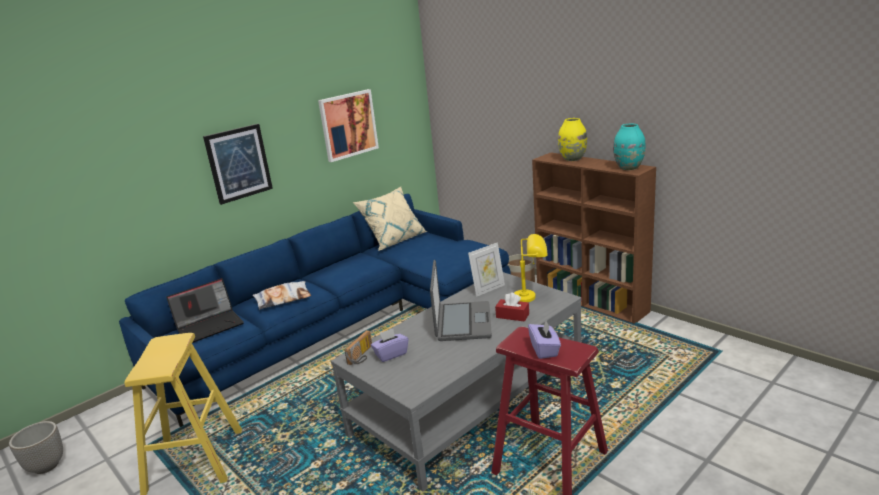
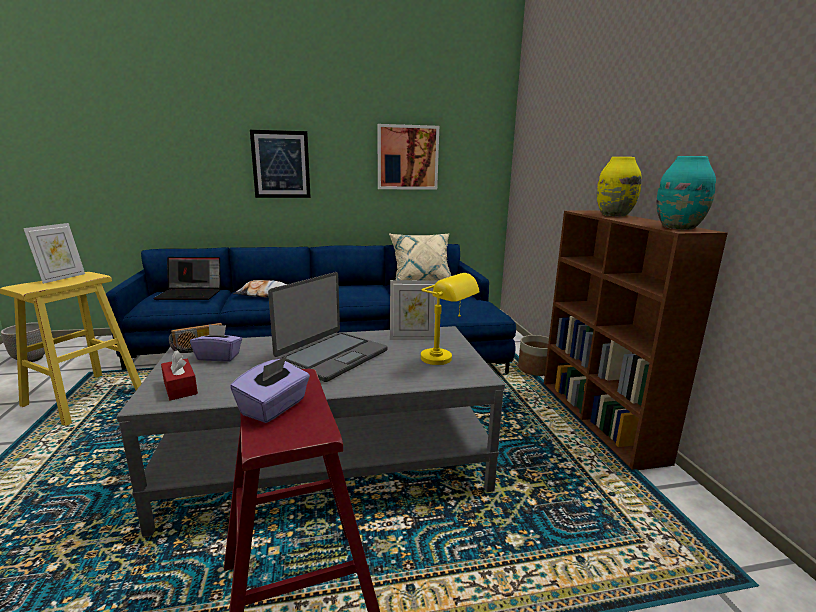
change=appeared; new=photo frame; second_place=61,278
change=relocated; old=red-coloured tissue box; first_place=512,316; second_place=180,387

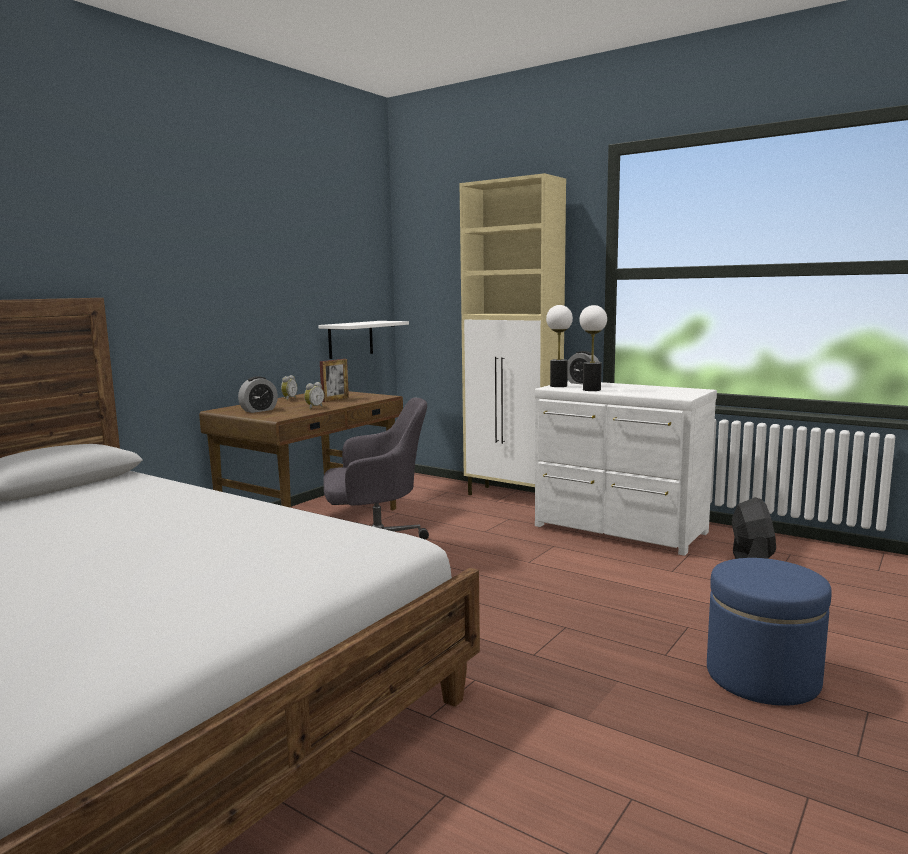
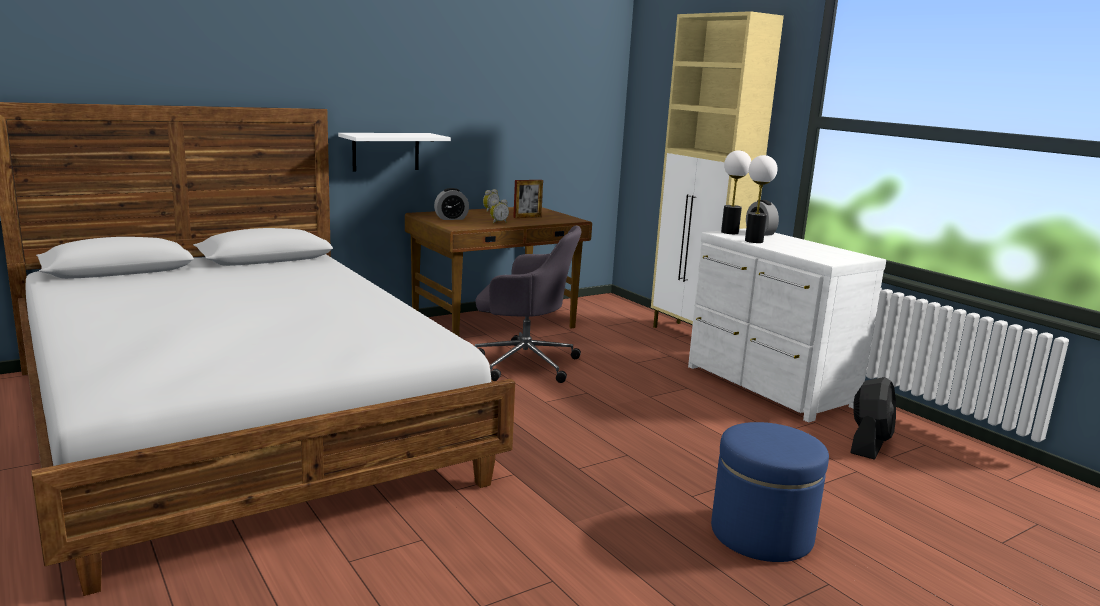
change=relocated; old=white-coloured bracket shelf; first_place=350,339; second_place=386,151

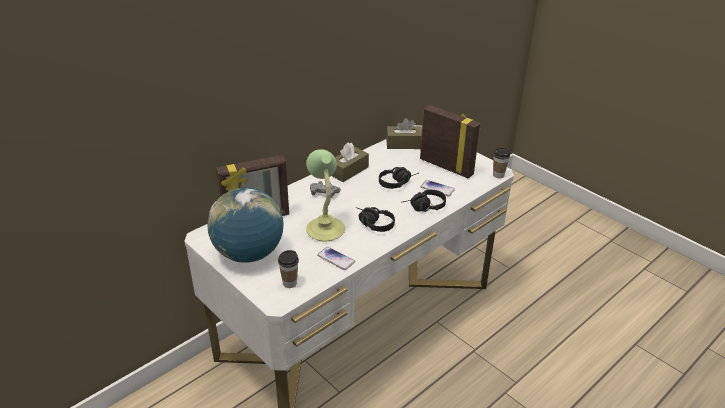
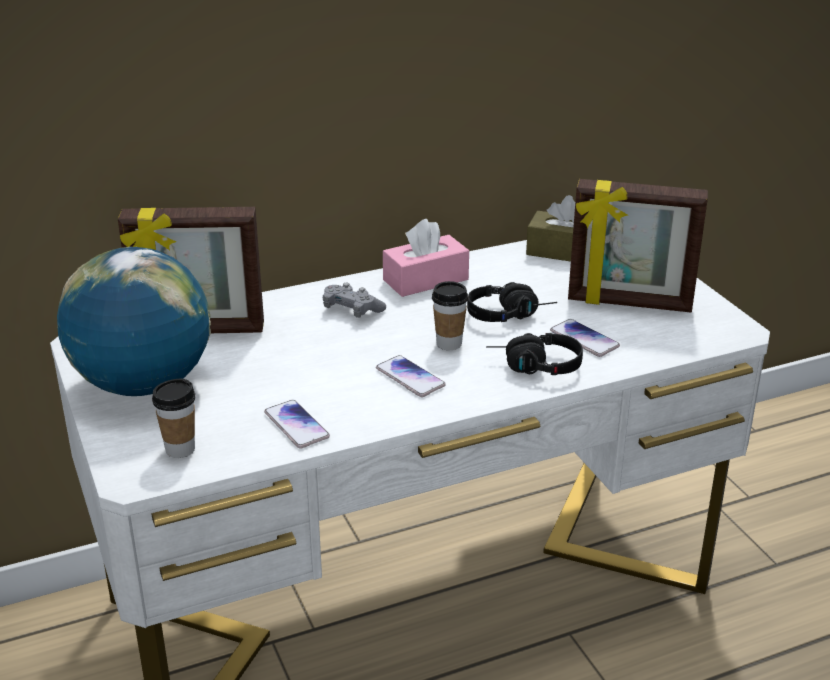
change=missing; old=table lamp; first_place=325,229
change=relocated; old=cup; first_place=498,175; second_place=449,343
change=exchanged; old=black-coloured headset; new=handset; first_place=372,224; second_place=410,377
change=colour; old=brownish tissue box; new=pink-coloured tissue box; first_place=348,171; second_place=425,280
change=spun; old=photo frame; first_place=446,166; second_place=629,303; degrees=135

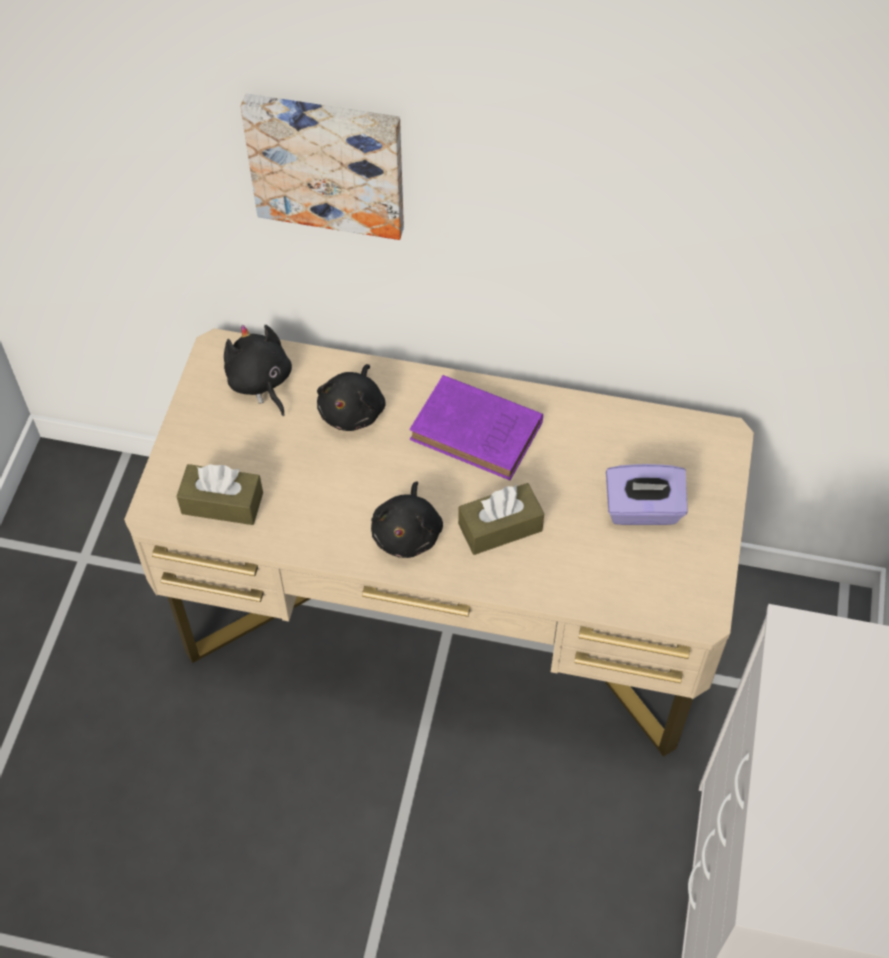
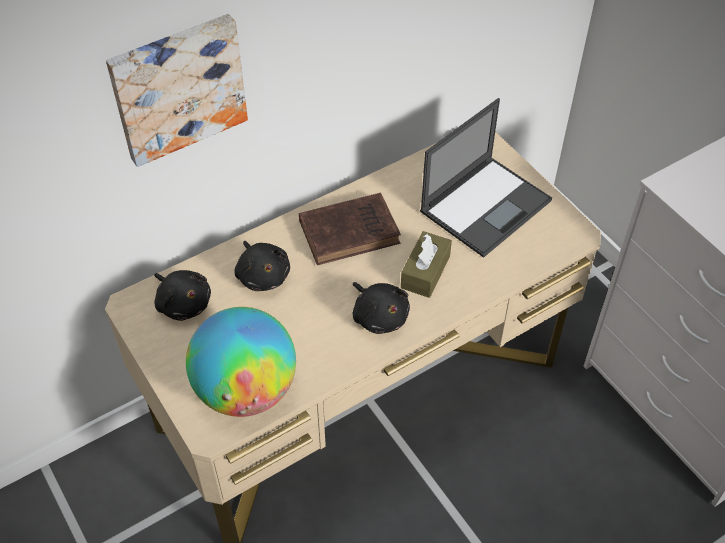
change=exchanged; old=brownish tissue box; new=world globe; first_place=222,503; second_place=246,390
change=exchanged; old=purple tissue box; new=portable computer; first_place=642,510; second_place=486,205
change=colour; old=purple bound book; new=brownish bound book; first_place=479,433; second_place=352,232
change=spun; old=black-coloured soft toy; first_place=260,383; second_place=183,303; degrees=-150

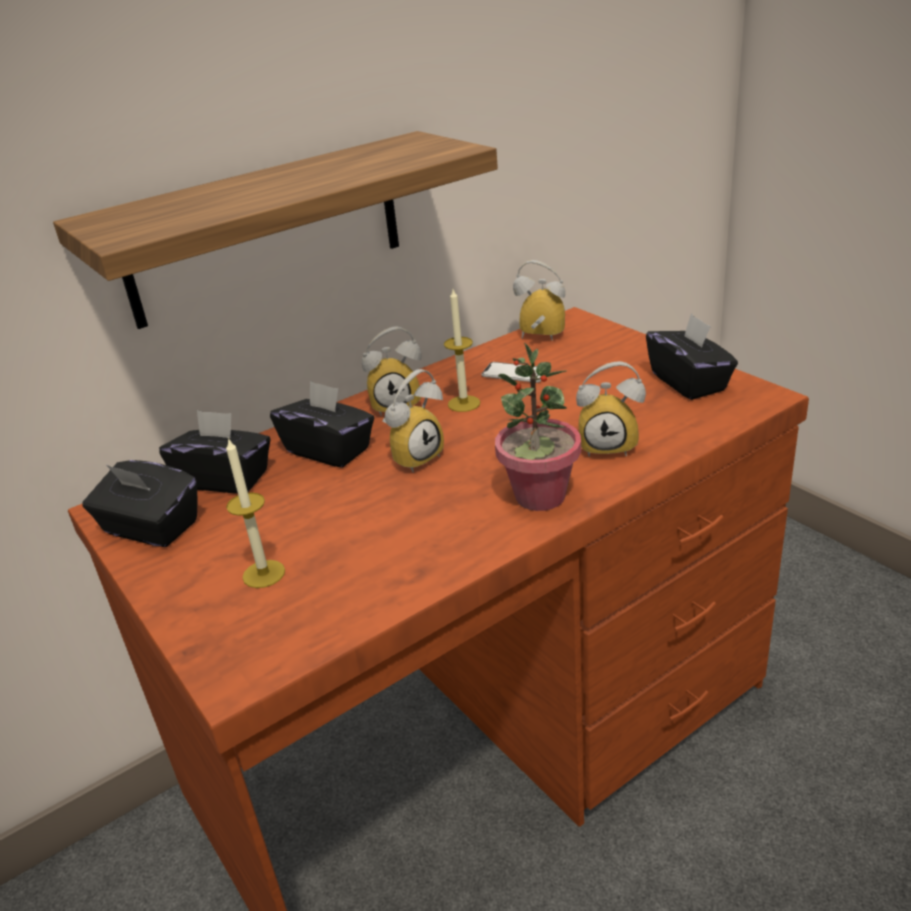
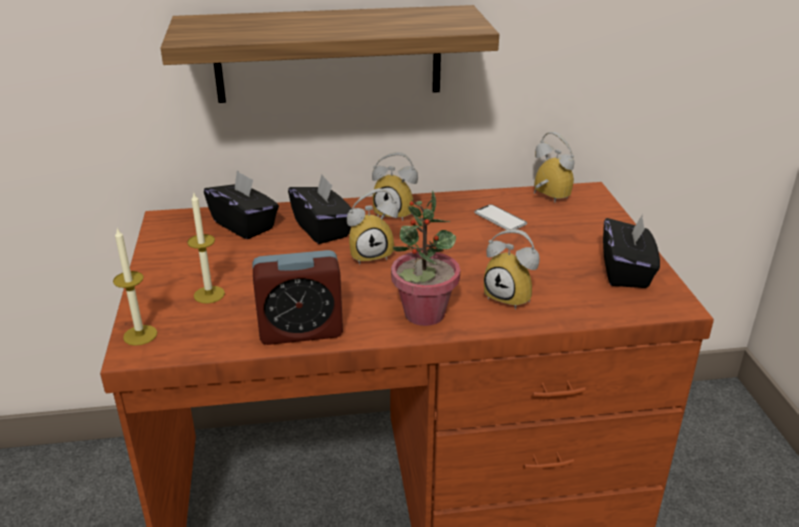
change=missing; old=black-coloured tissue box; first_place=150,528
change=appeared; new=table clock; second_place=301,331
change=relocated; old=candle; first_place=464,403; second_place=140,335

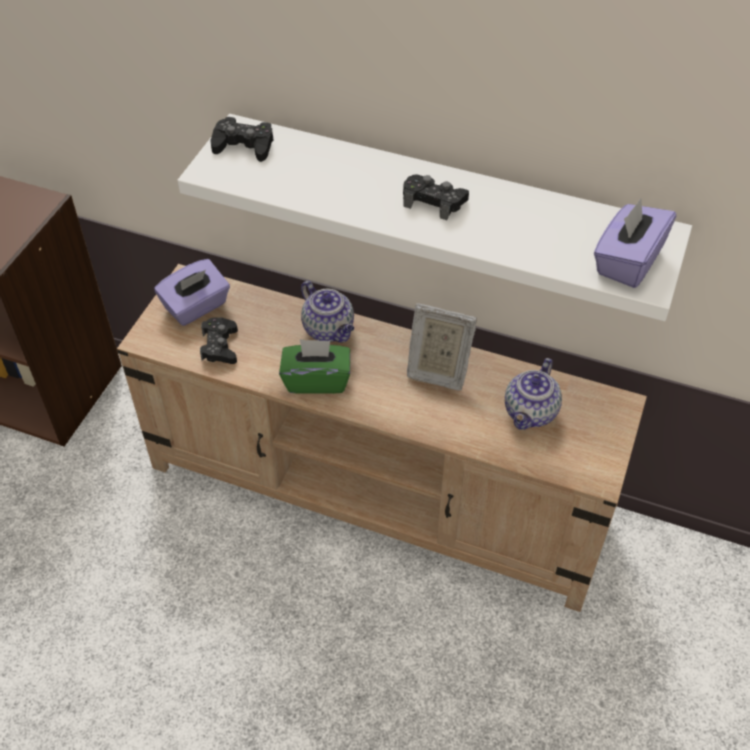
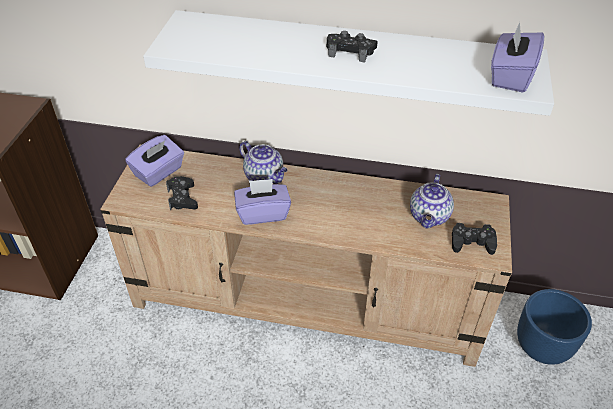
change=missing; old=photo frame; first_place=437,370
change=appeared; new=blue-coloured planter; second_place=542,348
change=relocated; old=black-coloured joypad; first_place=244,145; second_place=472,242
change=colour; old=green-coloured tissue box; new=purple tissue box; first_place=316,380; second_place=263,213

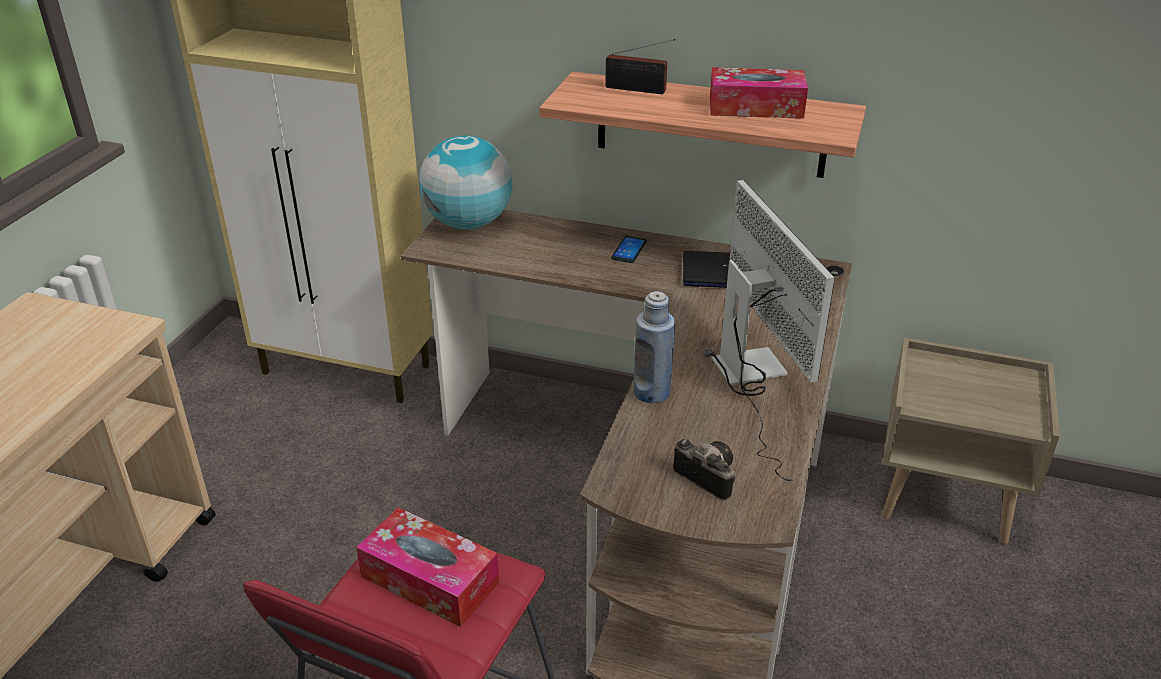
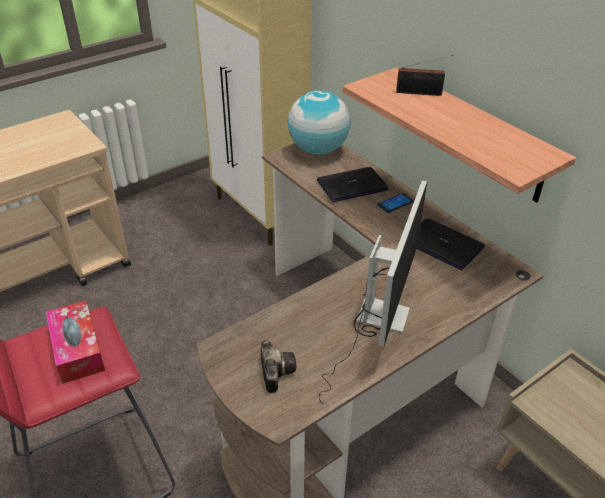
change=missing; old=blue-coloured drink bottle; first_place=651,392
change=missing; old=tissue box; first_place=755,107
change=appeared; new=portable computer; second_place=352,185
change=spun; old=radio set; first_place=638,90; second_place=421,93; degrees=-45

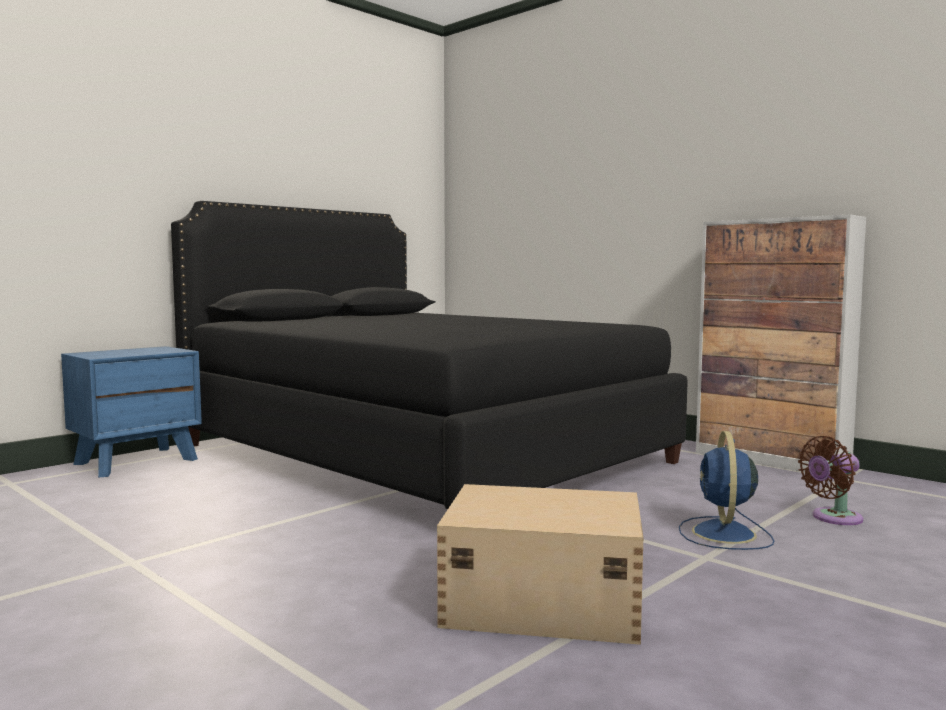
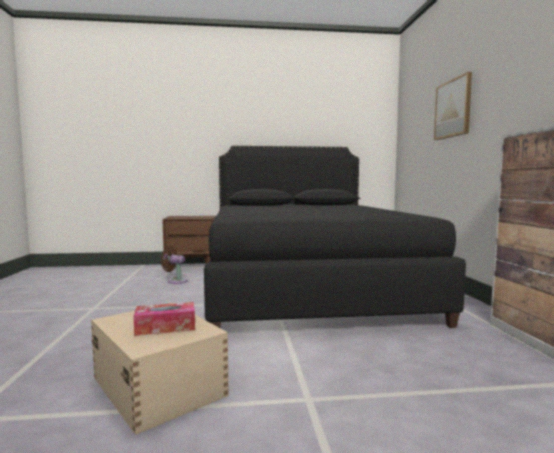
change=missing; old=blue-coloured cooling fan; first_place=724,534
change=appeared; new=tissue box; second_place=165,327
change=appeared; new=wall art; second_place=453,108
change=relocated; old=brownish cooling fan; first_place=833,518; second_place=175,281
change=colour; old=blue-coloured night table; new=brownish night table; first_place=137,461; second_place=192,267

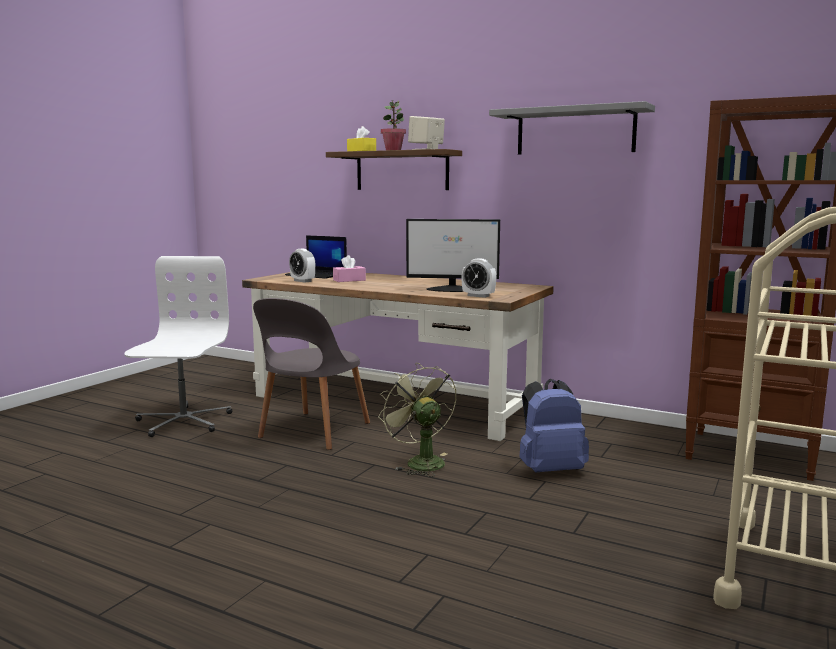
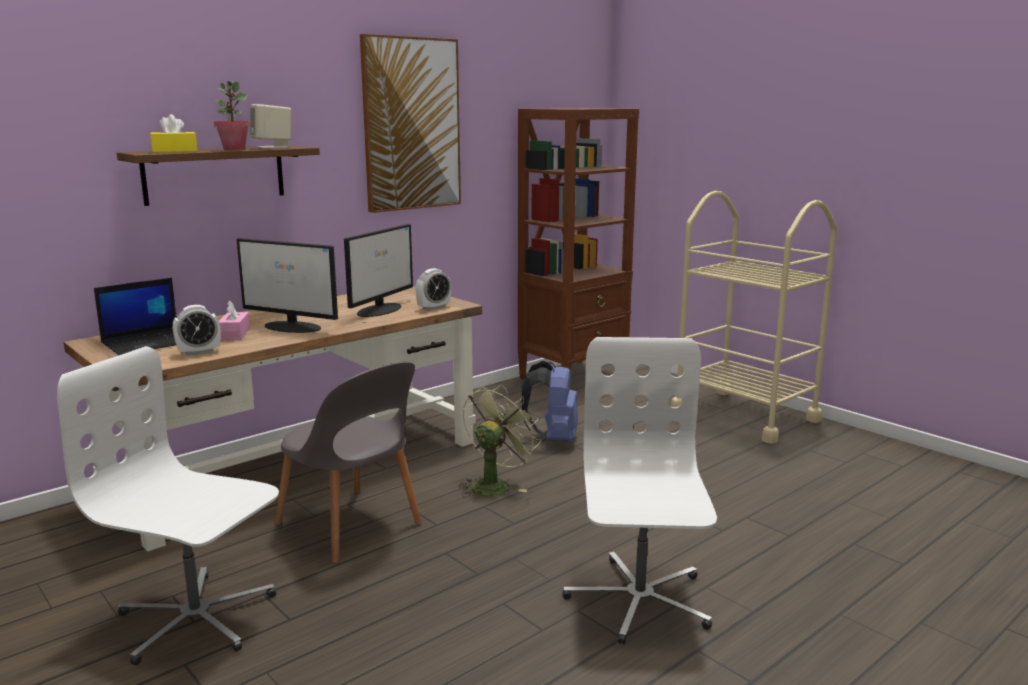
change=appeared; new=computer screen; second_place=293,327
change=appeared; new=white-coloured desk chair; second_place=638,600
change=exchanged; old=grey bracket shelf; new=wall art; first_place=575,131; second_place=411,124
change=spun; old=green-coloured cooling fan; first_place=419,462; second_place=494,484; degrees=135

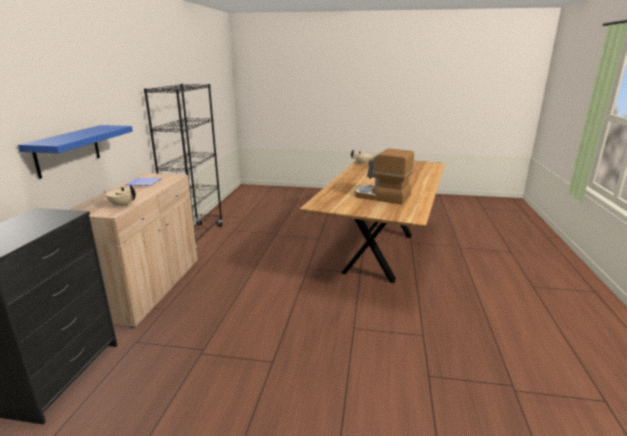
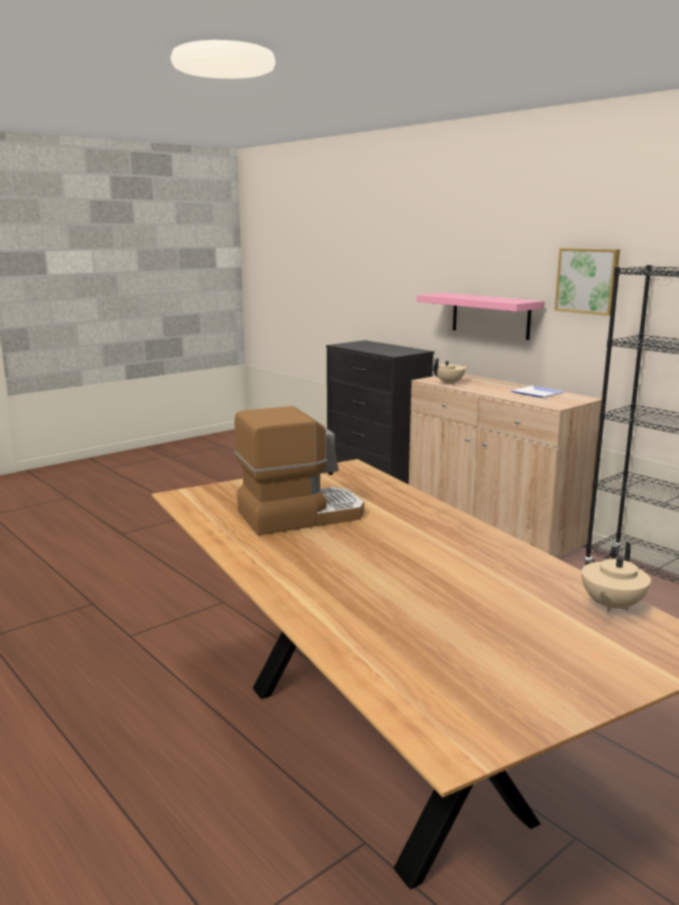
change=appeared; new=wall art; second_place=588,281
change=colour; old=blue-coloured bracket shelf; new=pink-coloured bracket shelf; first_place=68,150; second_place=490,315

